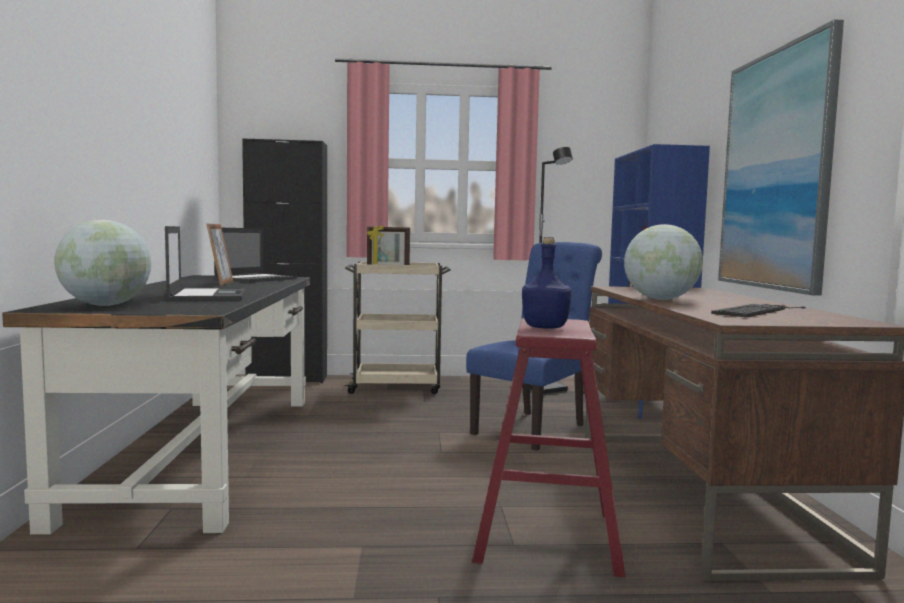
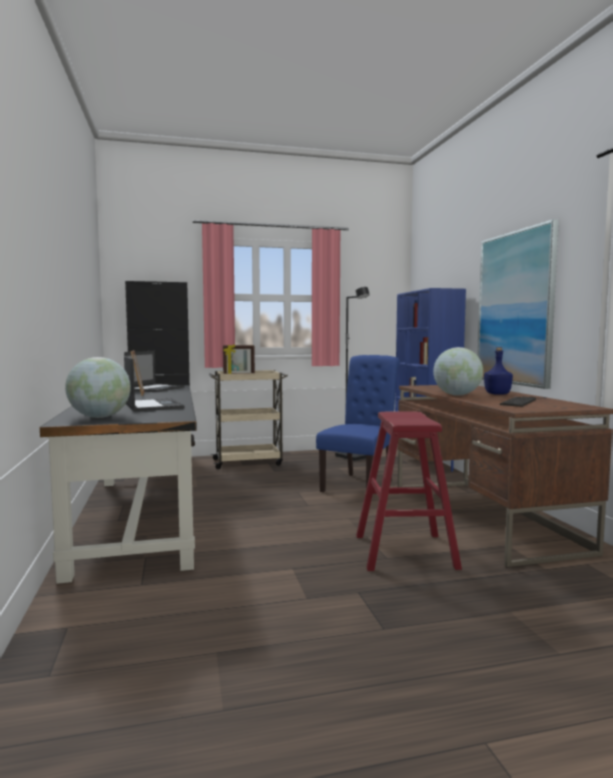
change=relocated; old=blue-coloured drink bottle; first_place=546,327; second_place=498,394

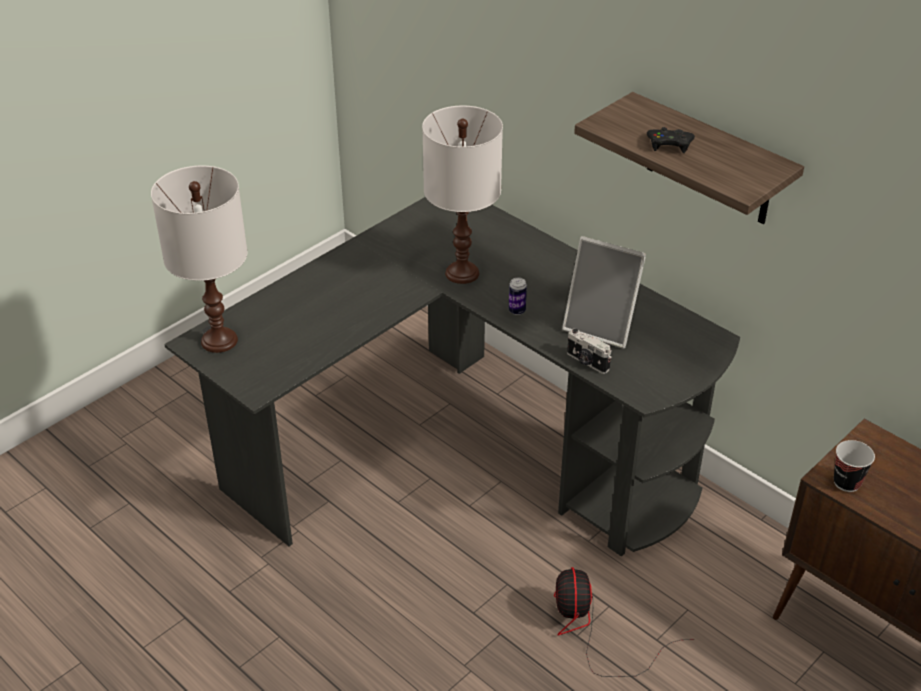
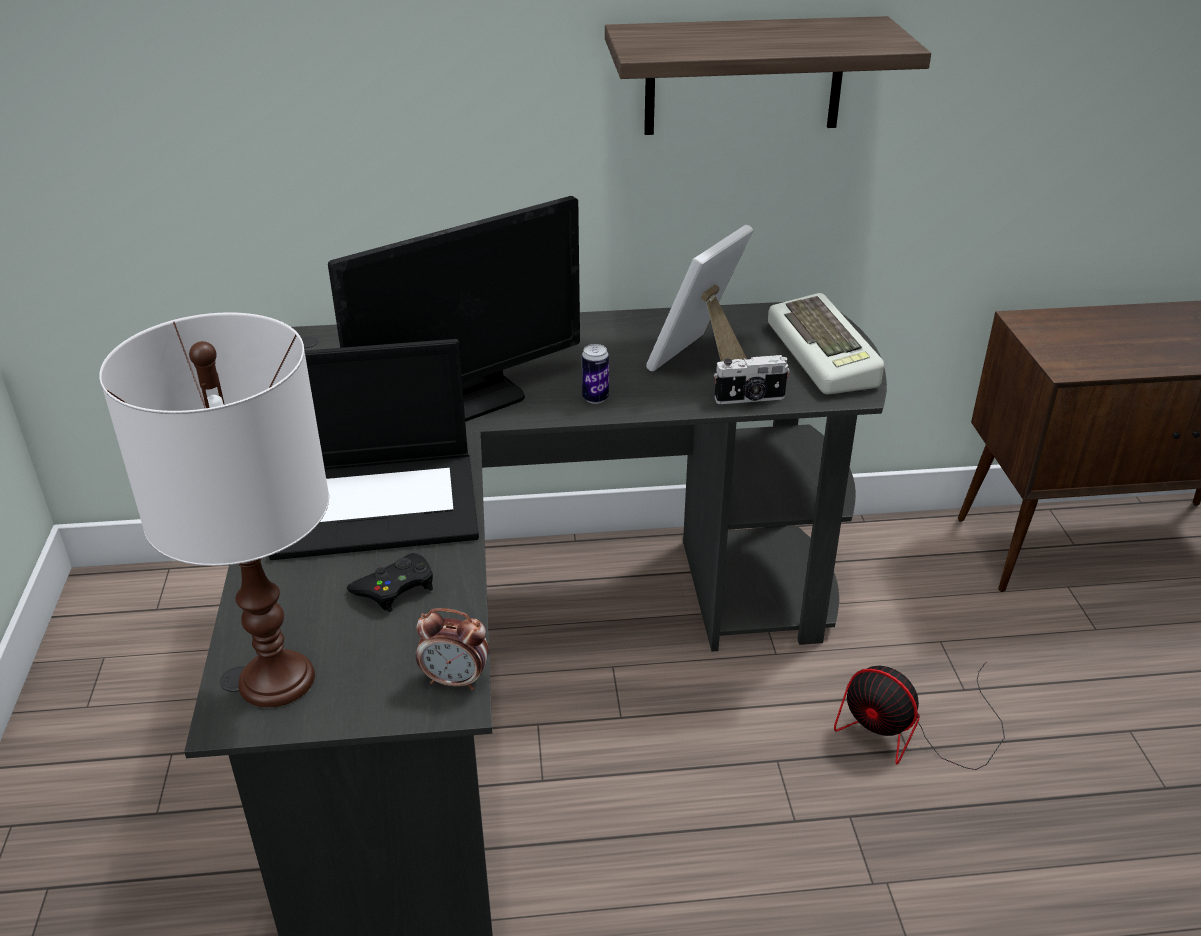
change=missing; old=cup; first_place=847,482
change=appeared; new=portable computer; second_place=378,503
change=appeared; new=table clock; second_place=455,680
change=appeared; new=keyboard; second_place=825,355
change=relocated; old=black-coloured joypad; first_place=669,144; second_place=395,588
change=exchanged; old=white-coloured table lamp; new=computer screen; first_place=463,273; second_place=468,399
change=spun; old=photo frame; first_place=602,326; second_place=700,361; degrees=150

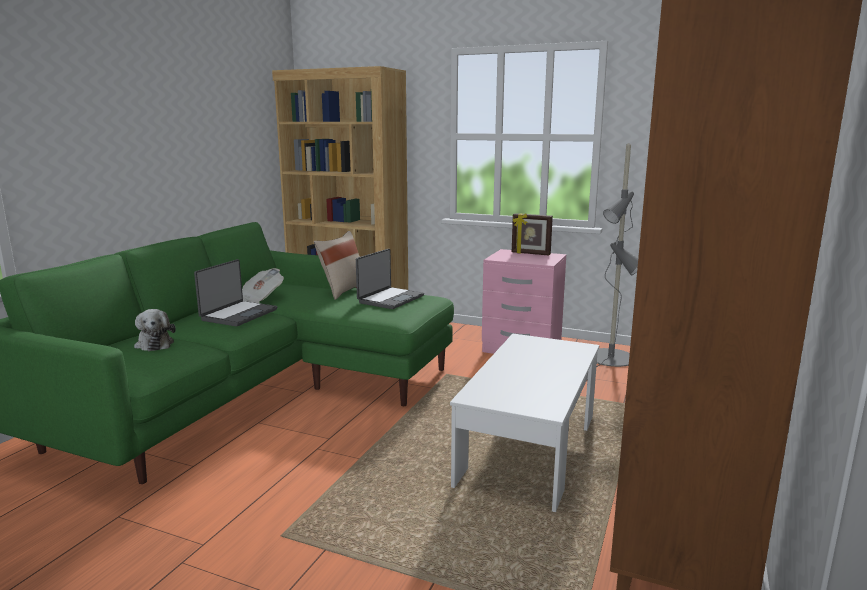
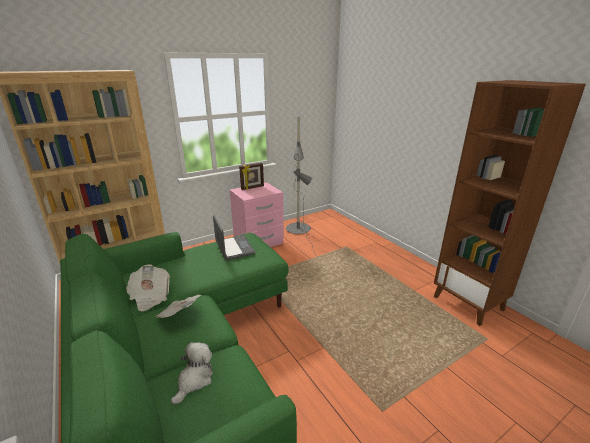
change=missing; old=beige-coloured cushion; first_place=342,291
change=missing; old=white-coloured coffee table; first_place=529,449
change=exchanged; old=portable computer; new=daily paper; first_place=238,314; second_place=180,315
change=spun; old=soft toy; first_place=154,344; second_place=194,380; degrees=-75

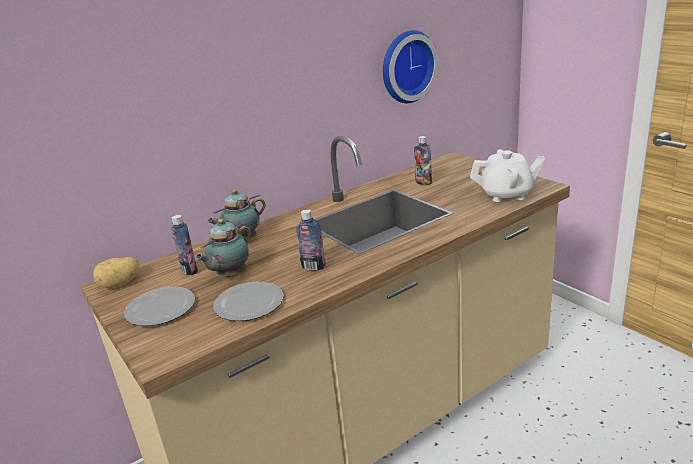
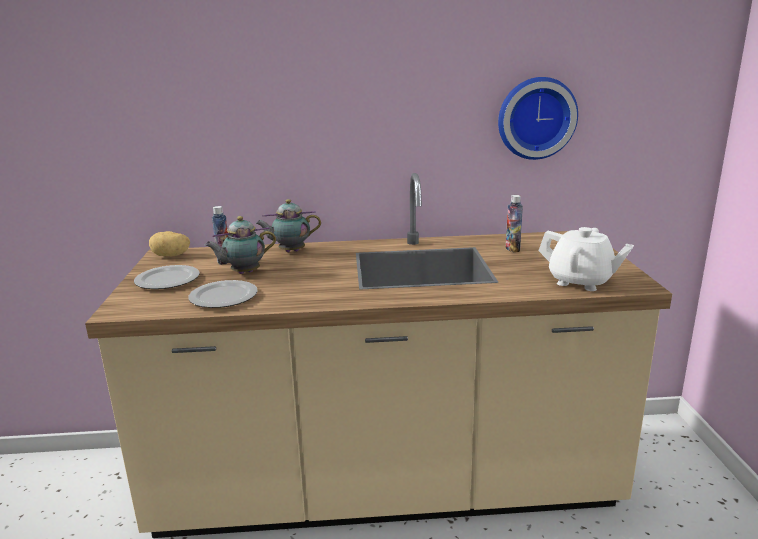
change=missing; old=drink bottle; first_place=313,267

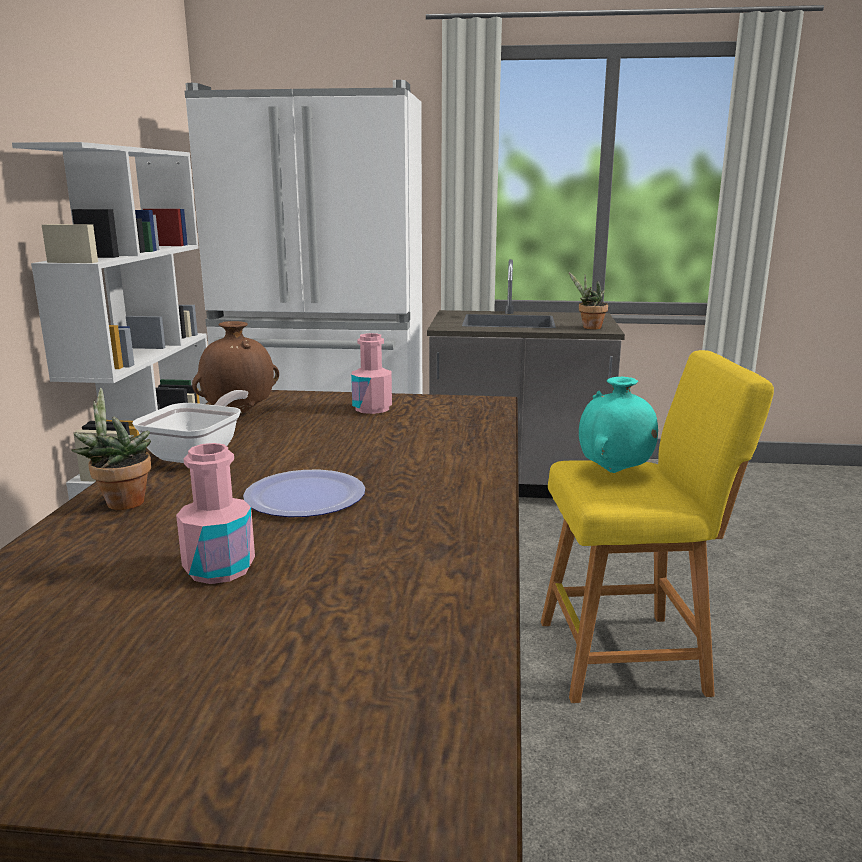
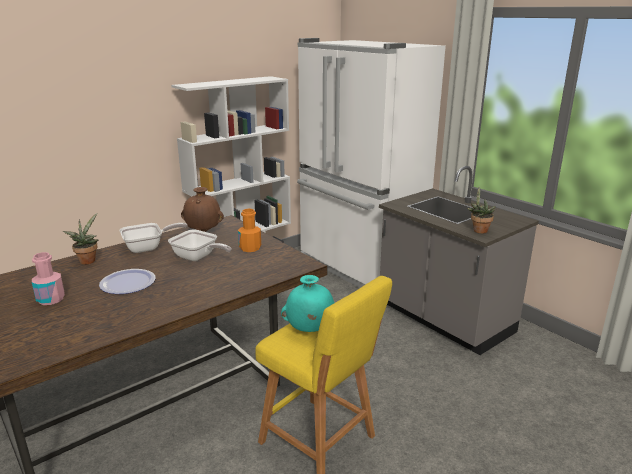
change=appeared; new=frying pan; second_place=198,257
change=colour; old=pink-coloured drink bottle; new=orangey drink bottle; first_place=372,408; second_place=250,248

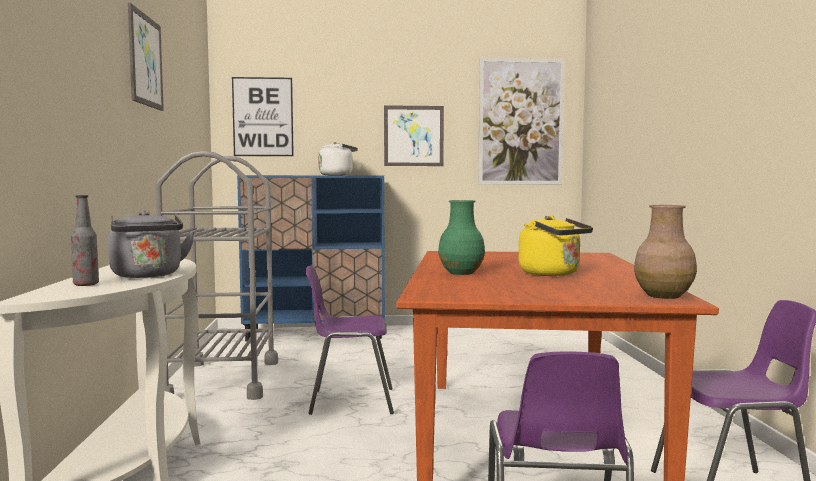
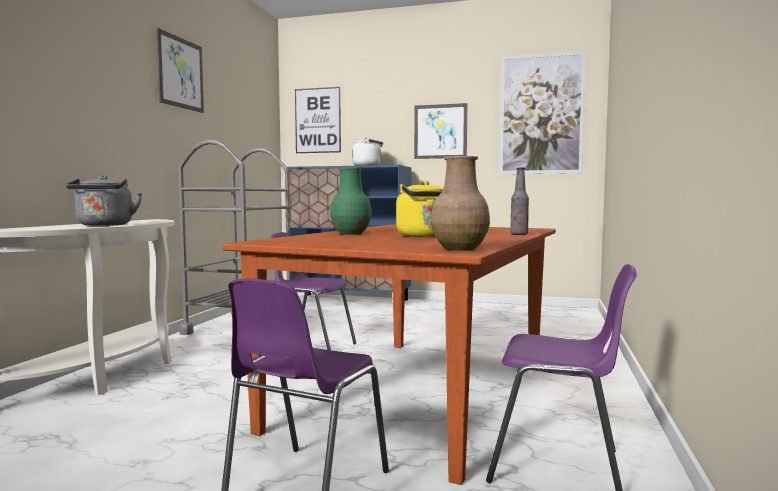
change=relocated; old=drink bottle; first_place=86,284; second_place=519,234

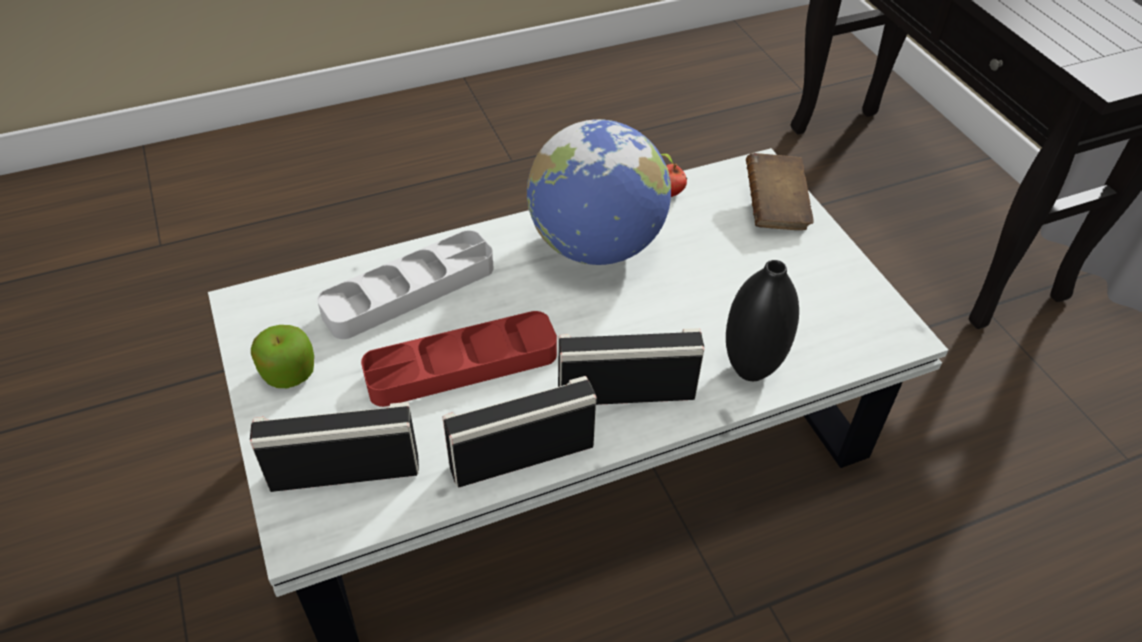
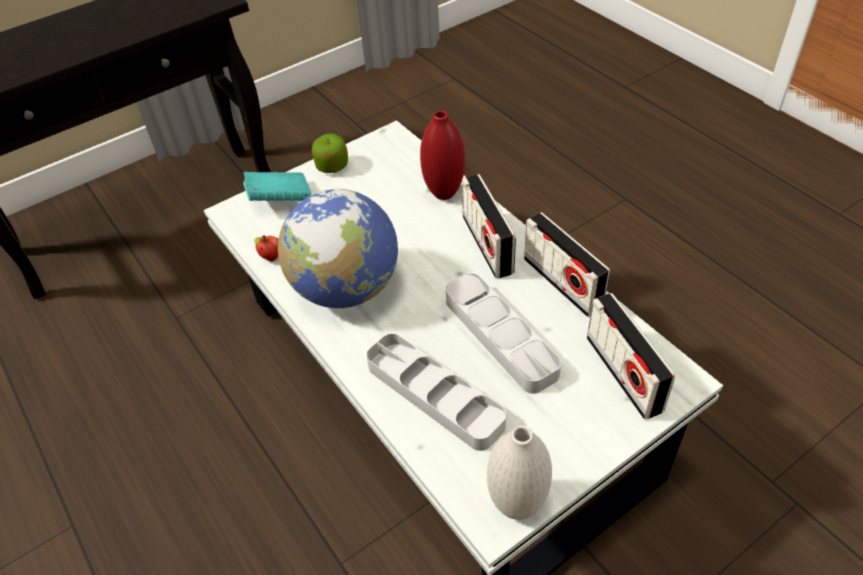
change=appeared; new=white-coloured decorative vase; second_place=516,505
change=relocated; old=whole apple; first_place=288,372; second_place=332,166
change=colour; old=red-coloured tray; new=grey tray; first_place=462,365; second_place=500,336
change=colour; old=black-coloured decorative vase; new=red-coloured decorative vase; first_place=750,369; second_place=444,193
change=colour; old=brownish bound book; new=turquoise-coloured bound book; first_place=774,208; second_place=280,199

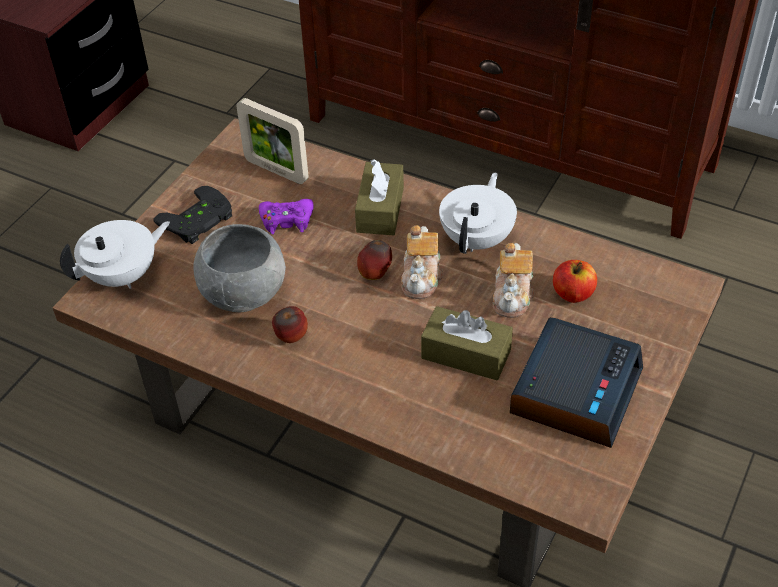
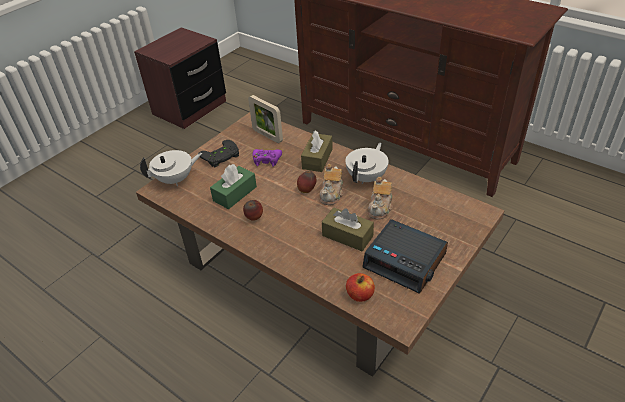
change=relocated; old=whole apple; first_place=573,293; second_place=360,295
change=exchanged; old=grey deep dish; new=green-coloured tissue box; first_place=243,293; second_place=235,193
change=spun; old=table clock; first_place=575,390; second_place=405,261; degrees=90

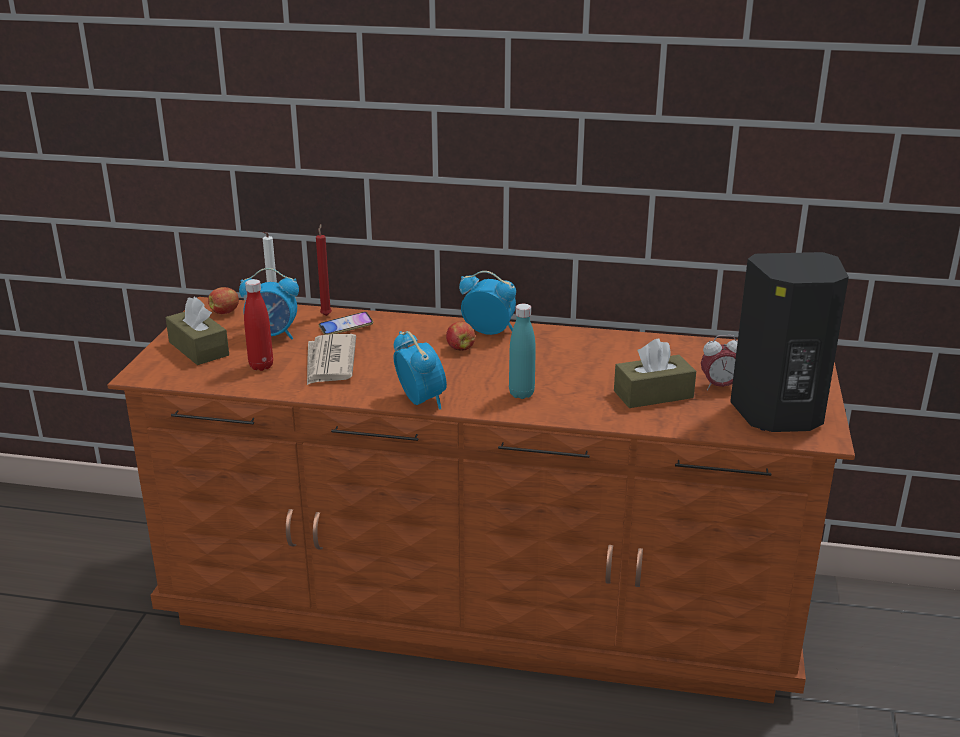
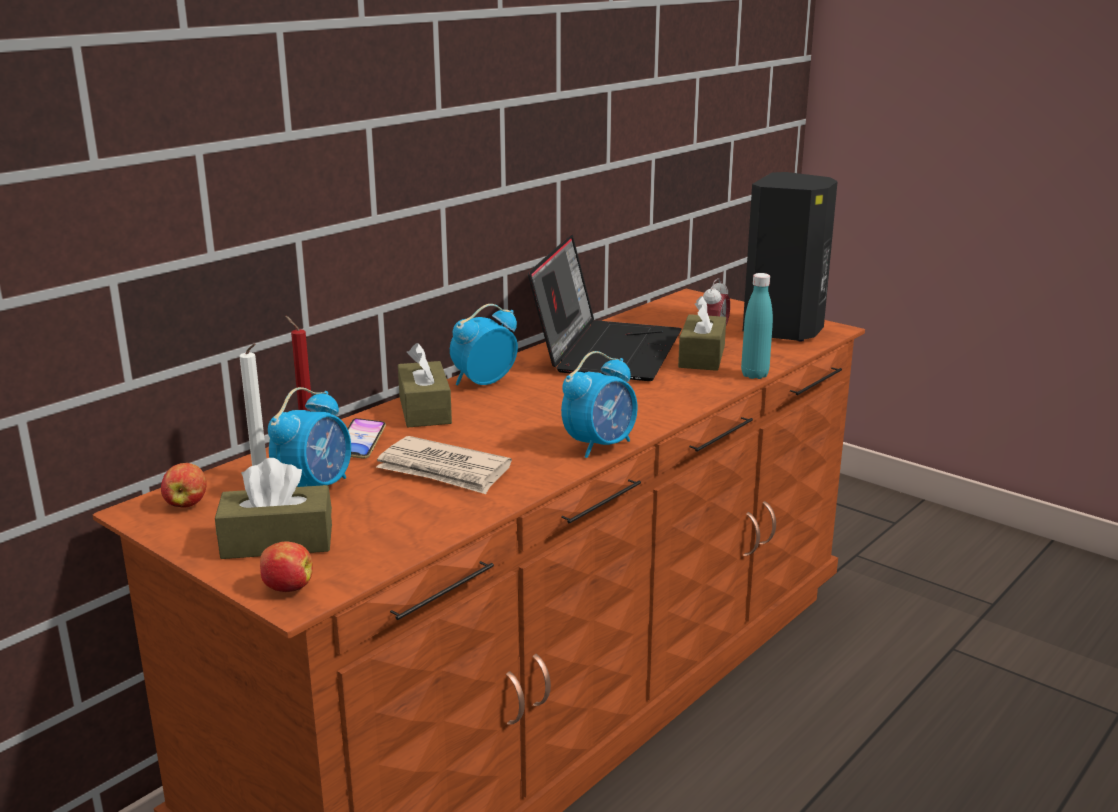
change=missing; old=red-coloured drink bottle; first_place=261,366
change=appeared; new=brownish tissue box; second_place=424,410
change=appeared; new=portable computer; second_place=607,350
change=relocated; old=whole apple; first_place=460,348; second_place=287,588
change=relocated; old=turquoise-coloured drink bottle; first_place=521,394; second_place=754,375
change=spun; old=table clock; first_place=420,400; second_place=600,445; degrees=135

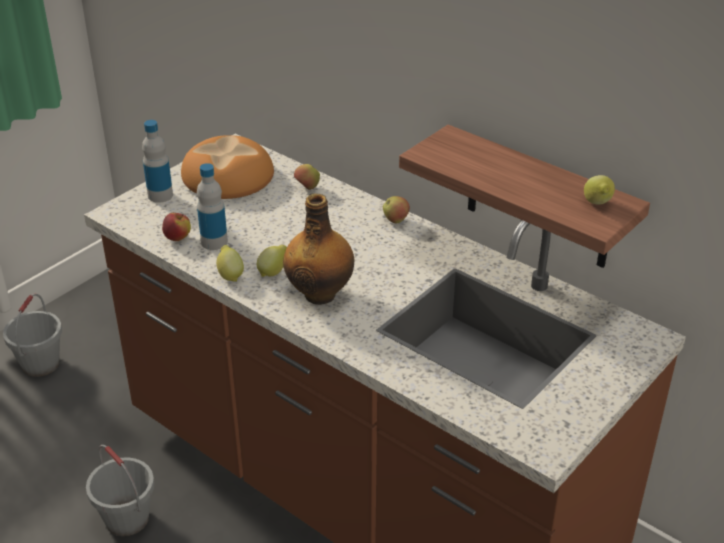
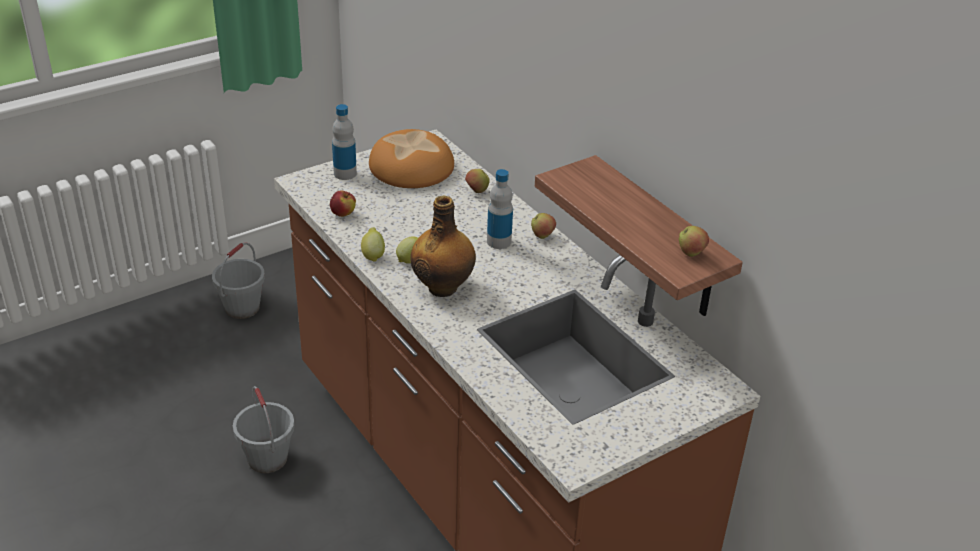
change=relocated; old=drink bottle; first_place=214,242; second_place=499,241
change=exchanged; old=whole lemon; new=whole apple; first_place=597,204; second_place=691,253

